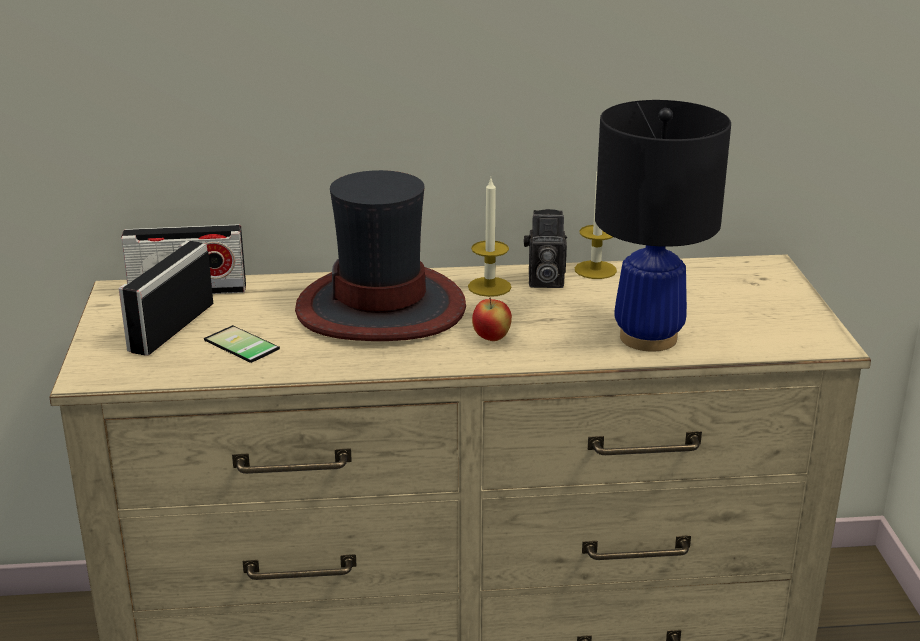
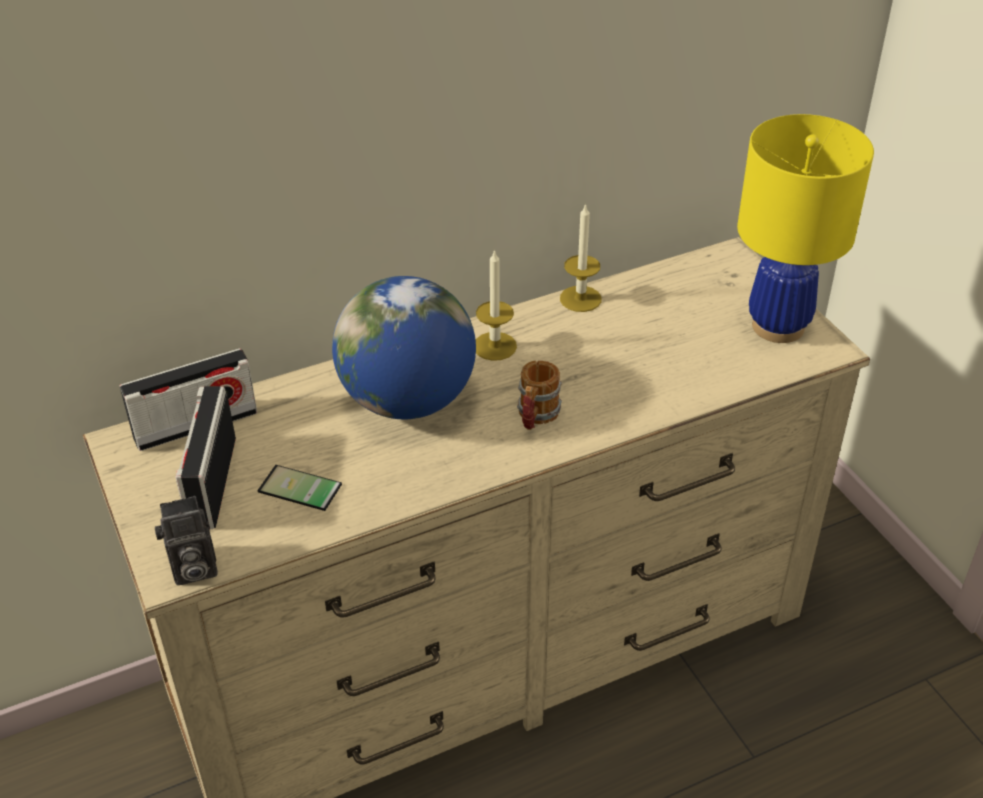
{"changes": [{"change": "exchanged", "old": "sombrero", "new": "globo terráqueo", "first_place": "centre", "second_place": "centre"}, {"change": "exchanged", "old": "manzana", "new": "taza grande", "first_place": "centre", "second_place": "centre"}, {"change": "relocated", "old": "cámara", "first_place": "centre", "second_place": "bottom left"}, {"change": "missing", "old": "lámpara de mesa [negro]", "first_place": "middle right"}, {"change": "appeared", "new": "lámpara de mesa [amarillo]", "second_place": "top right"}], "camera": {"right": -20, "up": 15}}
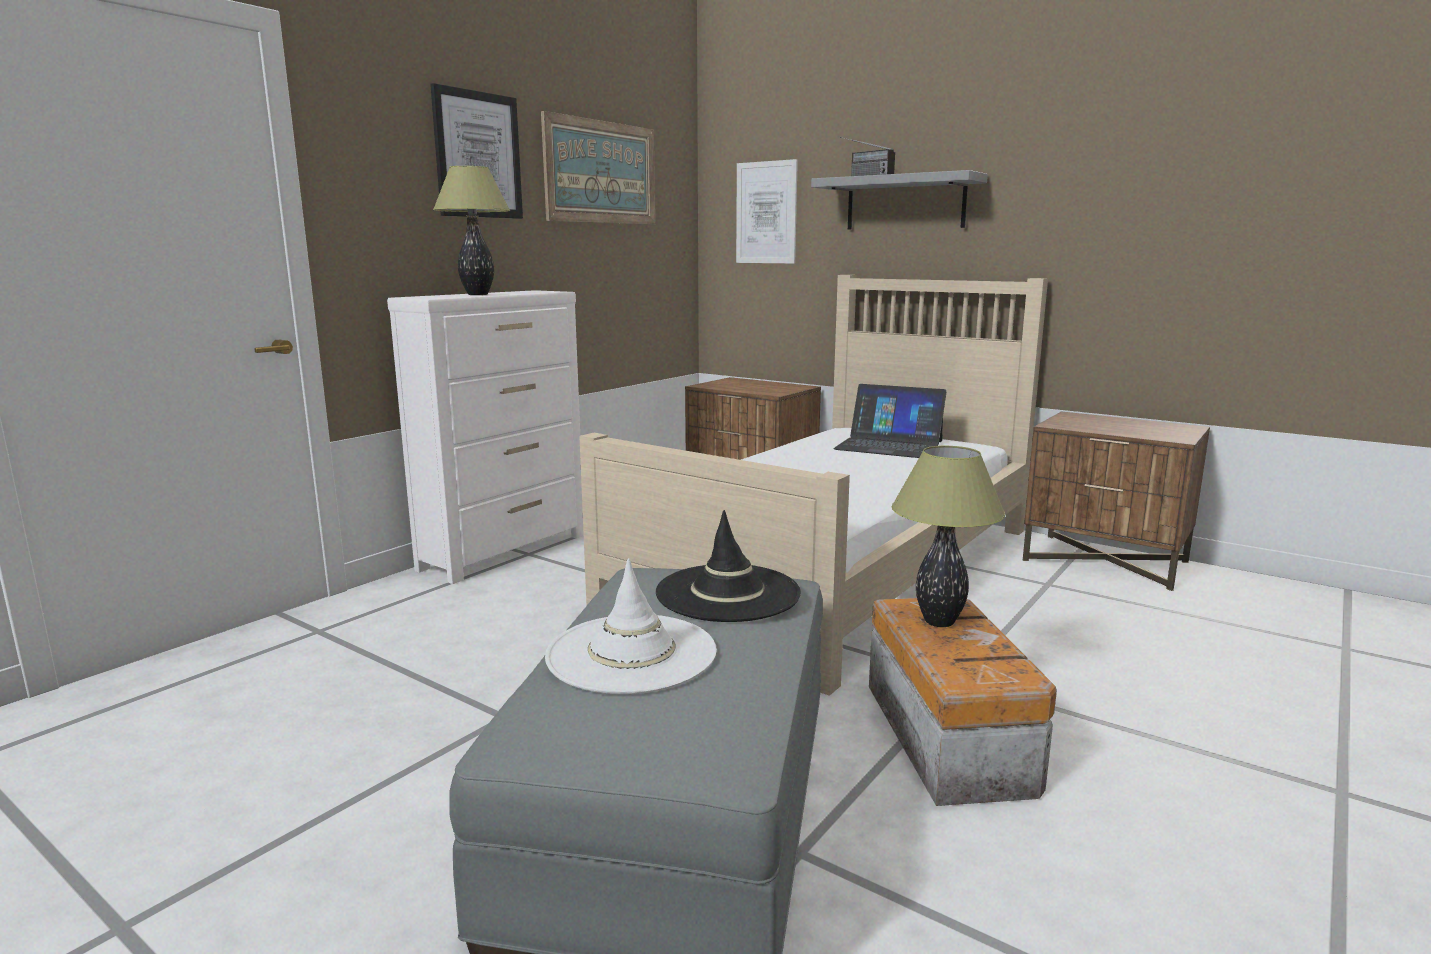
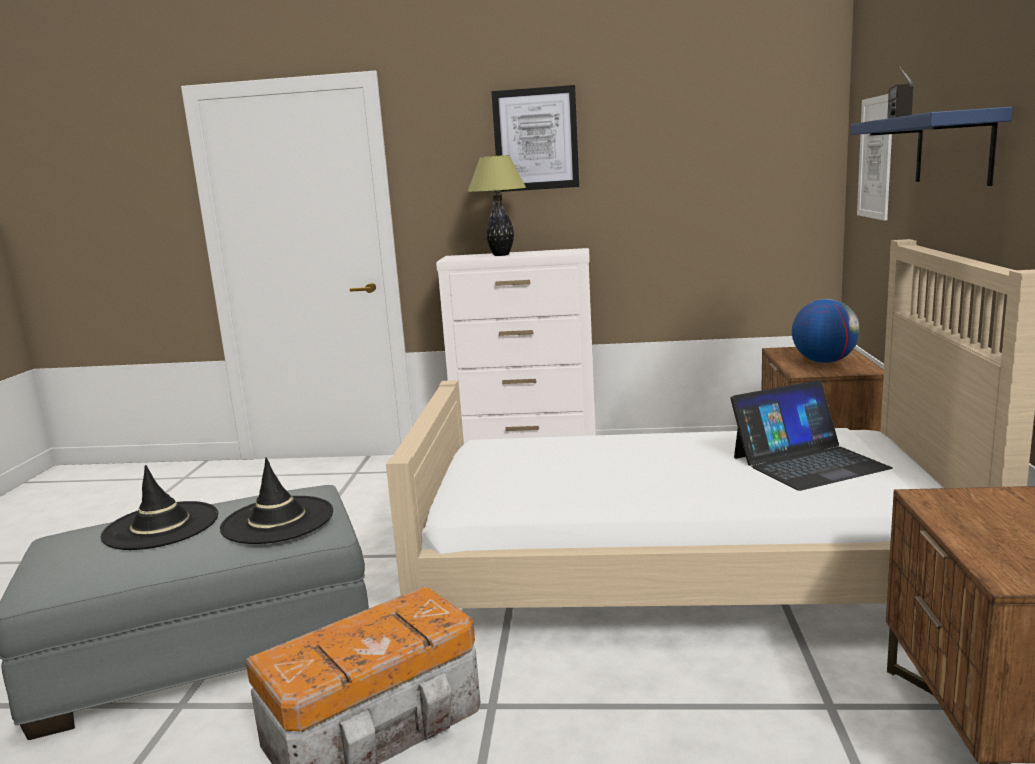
{"changes": [{"change": "missing", "old": "cuadro (no. 2 from left)", "first_place": "top centre"}, {"change": "colour", "old": "sombrero [blanco]", "new": "sombrero [negro] (no. 1 from left)", "first_place": "centre", "second_place": "middle left"}, {"change": "colour", "old": "estante [gris]", "new": "estante [azul]", "first_place": "top centre", "second_place": "top right"}, {"change": "spun", "old": "portátil", "first_place": "centre", "second_place": "middle right", "degrees": -105}, {"change": "missing", "old": "lámpara de mesa (no. 2 from left)", "first_place": "centre"}, {"change": "appeared", "new": "globo terráqueo", "second_place": "middle right"}], "camera": {"right": 60, "up": 0}}
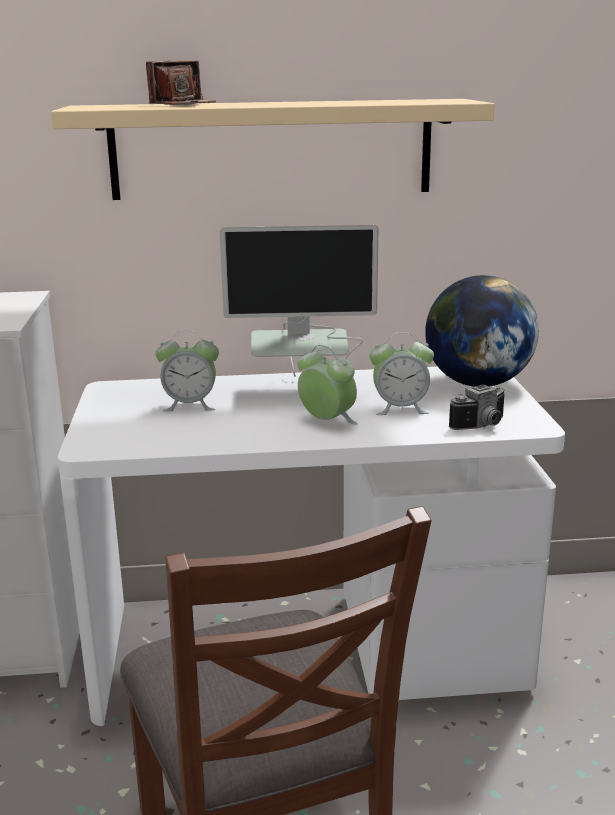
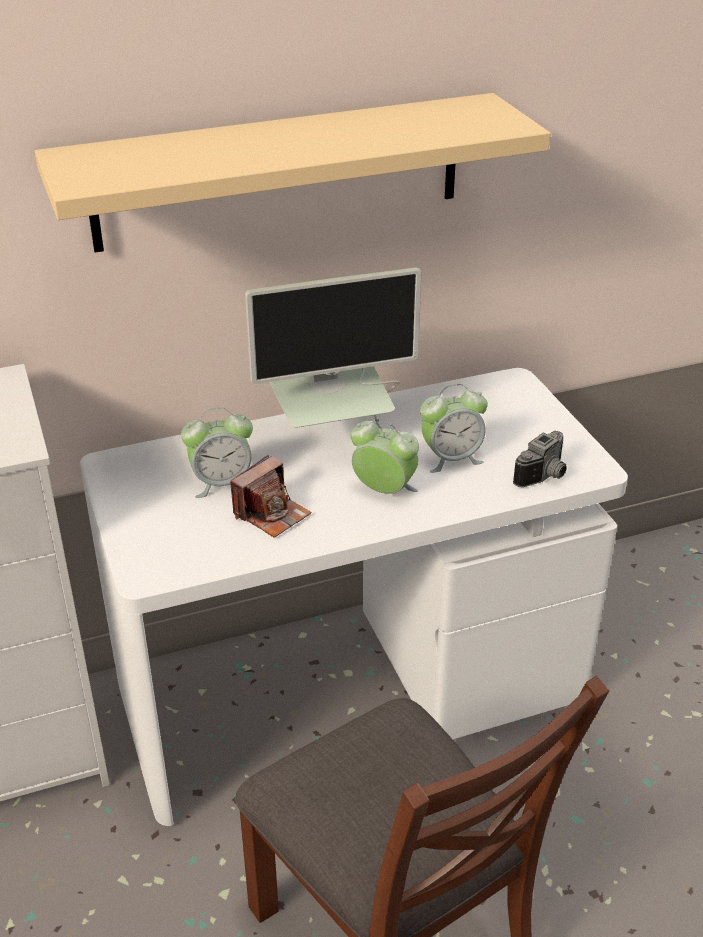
{"changes": [{"change": "relocated", "old": "cámara (no. 1 from left)", "first_place": "top left", "second_place": "centre"}, {"change": "missing", "old": "globo terráqueo", "first_place": "middle right"}], "camera": {"right": -15, "up": 15}}
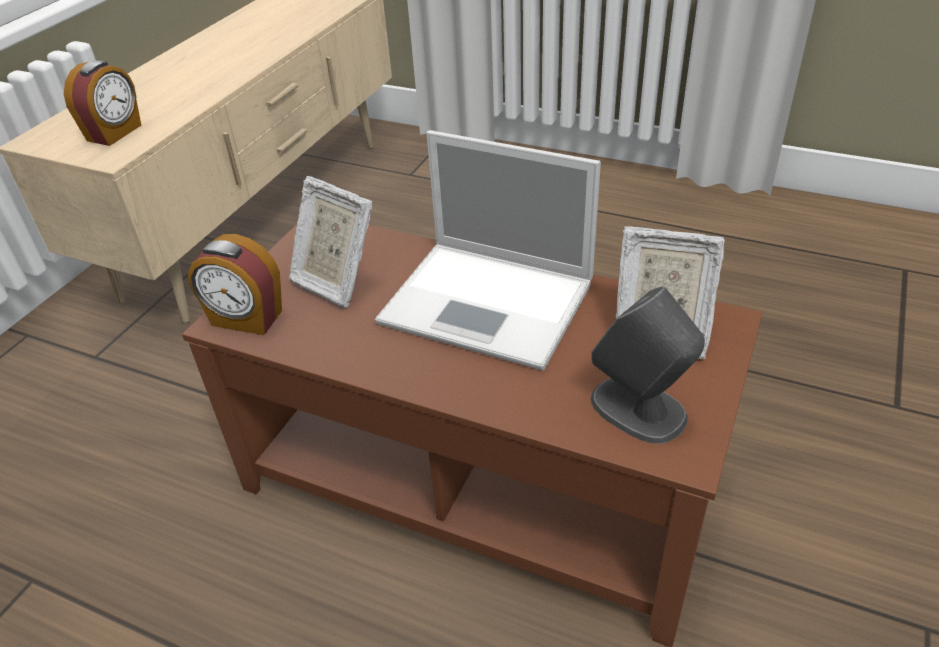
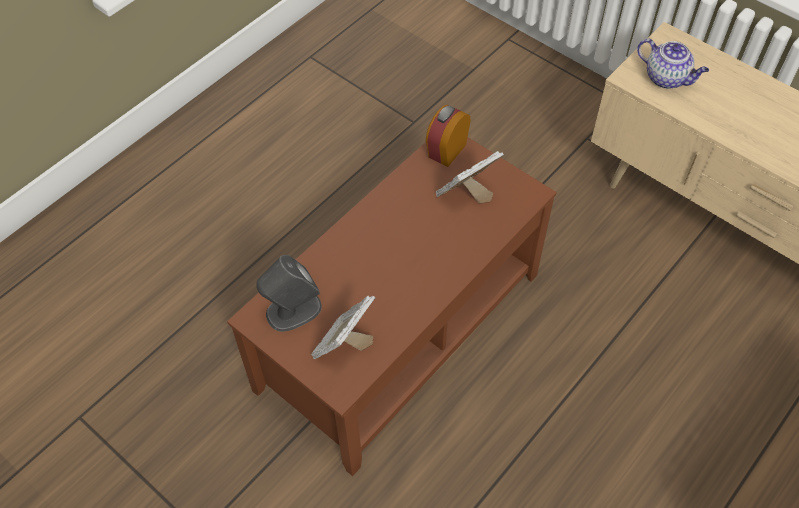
{"changes": [{"change": "exchanged", "old": "despertador (no. 1 from left)", "new": "tetera", "first_place": "top left", "second_place": "top right"}, {"change": "missing", "old": "portátil", "first_place": "centre"}], "camera": {"right": 105, "up": 15}}
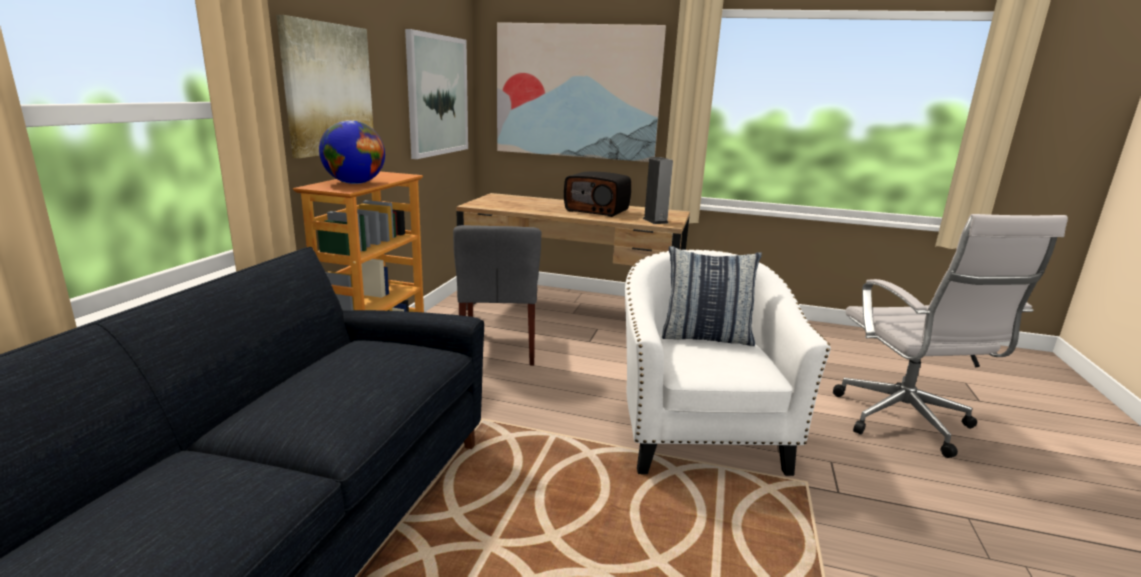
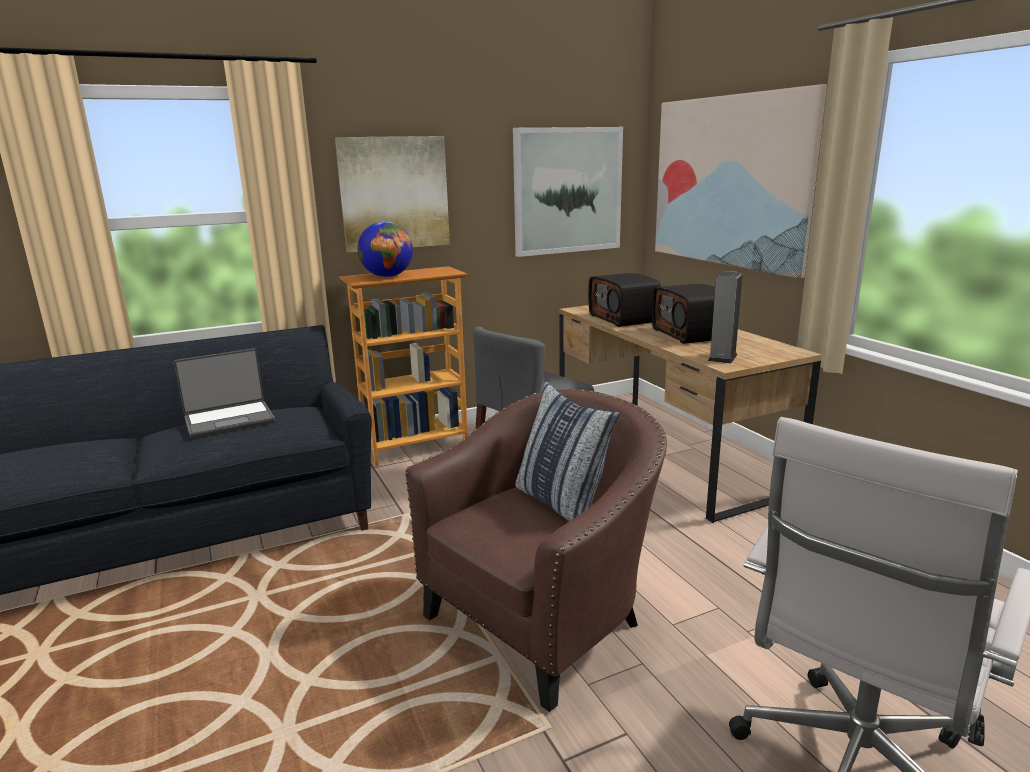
{"changes": [{"change": "colour", "old": "sillón [blanco]", "new": "sillón [marrón]", "first_place": "centre", "second_place": "bottom centre"}, {"change": "appeared", "new": "portátil", "second_place": "middle left"}, {"change": "appeared", "new": "radio (no. 1 from left)", "second_place": "centre"}], "camera": {"right": 50, "up": 0}}
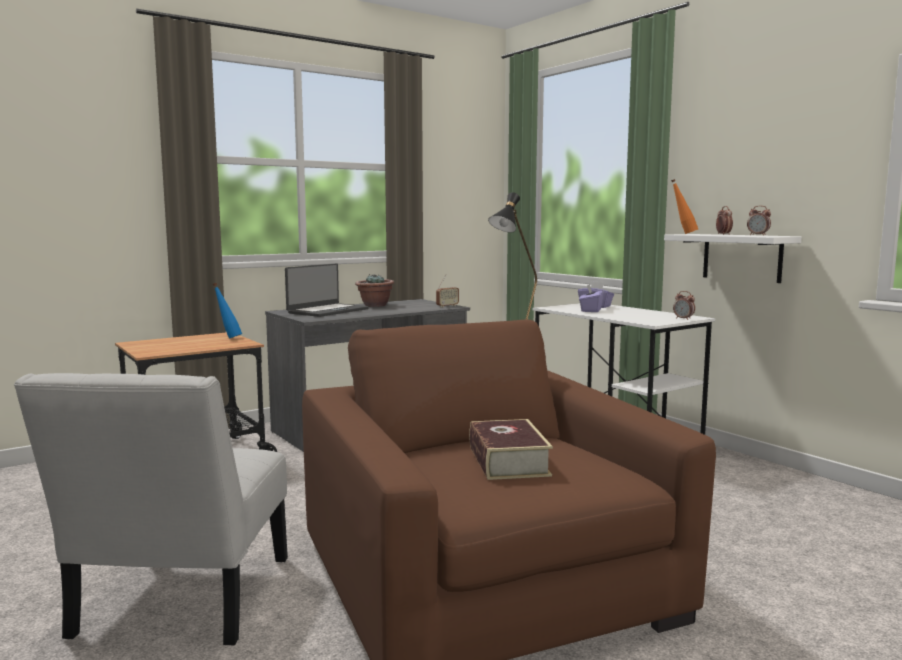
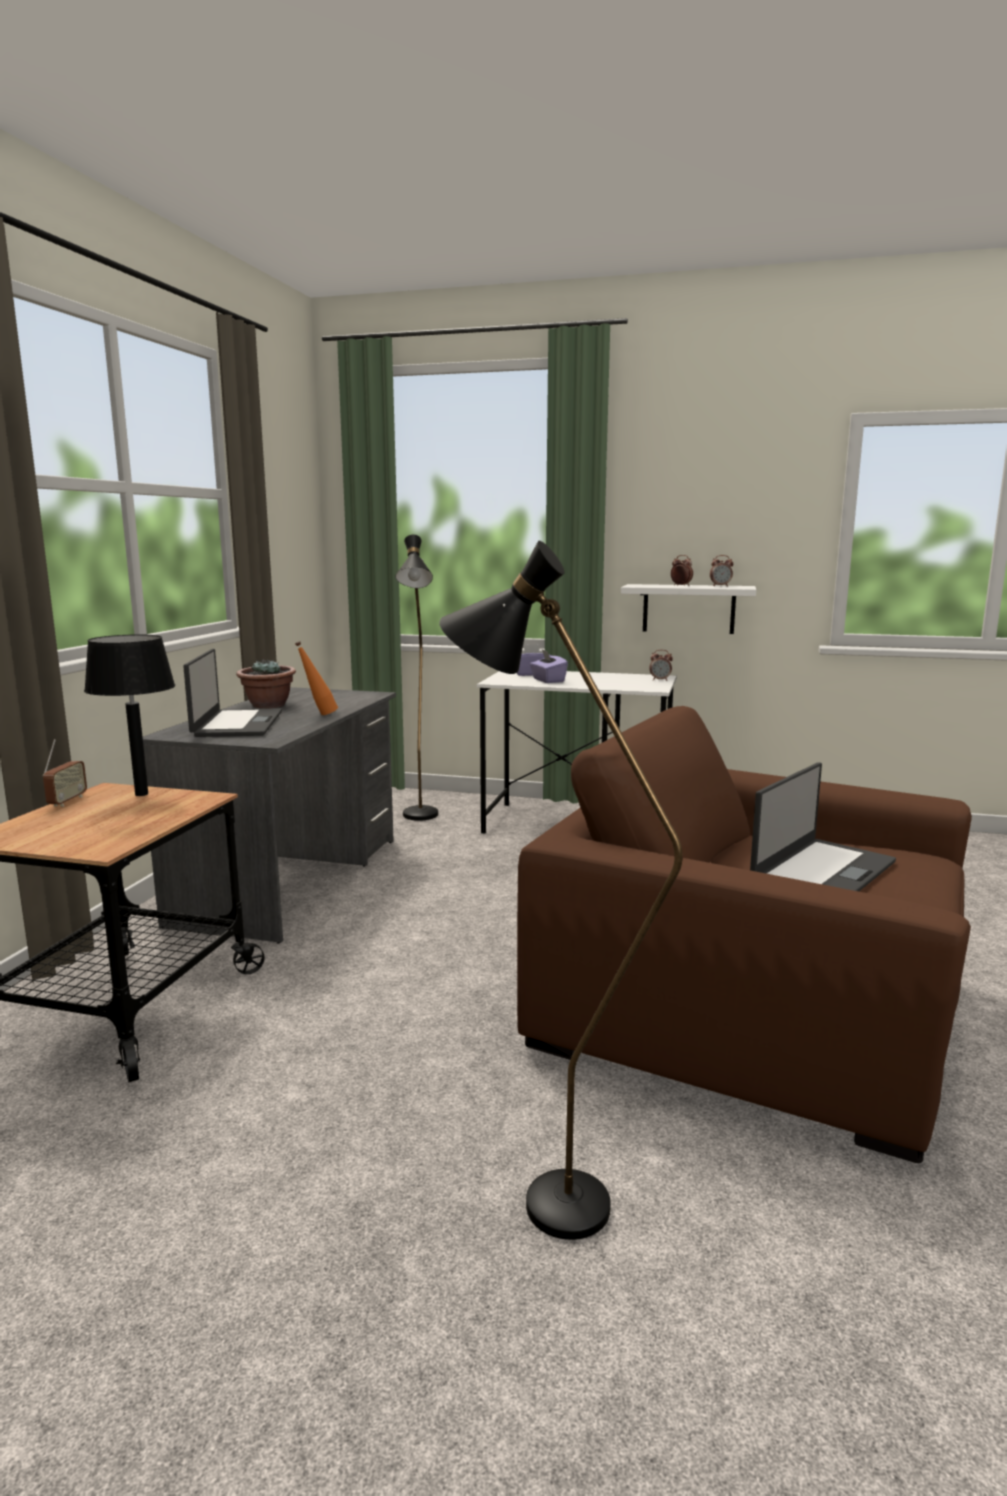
{"changes": [{"change": "exchanged", "old": "silla [blanco]", "new": "lámpara de pie [negro] (no. 2 from left)", "first_place": "bottom left", "second_place": "centre"}, {"change": "exchanged", "old": "botella [azul]", "new": "lámpara de mesa [negro]", "first_place": "middle left", "second_place": "middle left"}, {"change": "relocated", "old": "radio", "first_place": "centre", "second_place": "middle left"}, {"change": "exchanged", "old": "libro", "new": "portátil (no. 2 from left)", "first_place": "bottom centre", "second_place": "middle right"}, {"change": "relocated", "old": "botella [naranja]", "first_place": "top right", "second_place": "middle left"}], "camera": {"right": -40, "up": 5}}
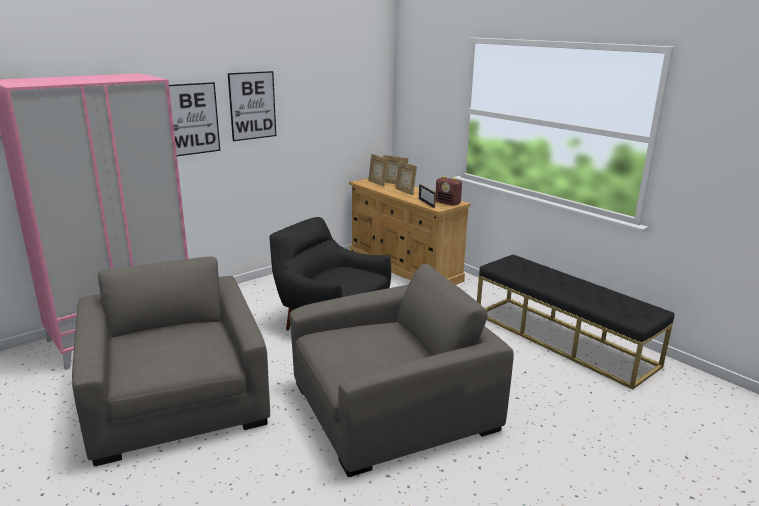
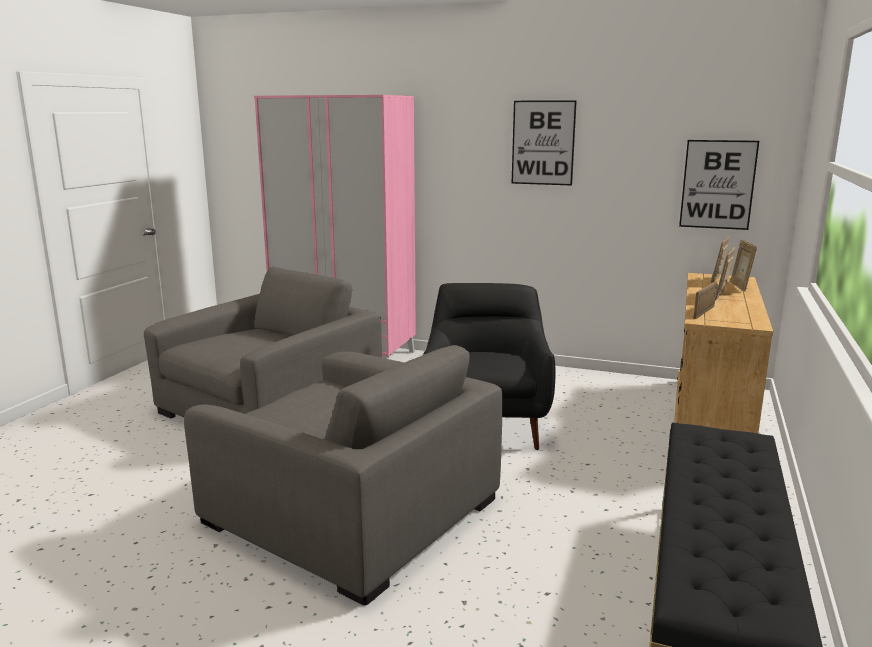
{"changes": [{"change": "relocated", "old": "cuadro (no. 1 from left in the first image)", "new": "cuadro (no. 2 from left)", "first_place": "top left", "second_place": "top right"}, {"change": "missing", "old": "radio", "first_place": "centre"}], "camera": {"right": 60, "up": -5}}
